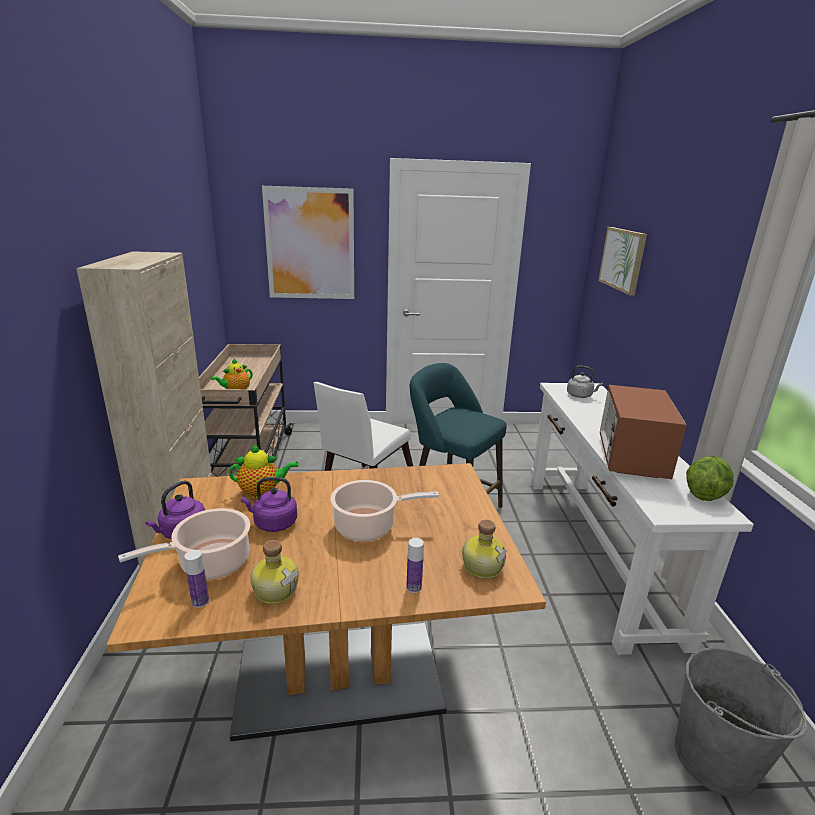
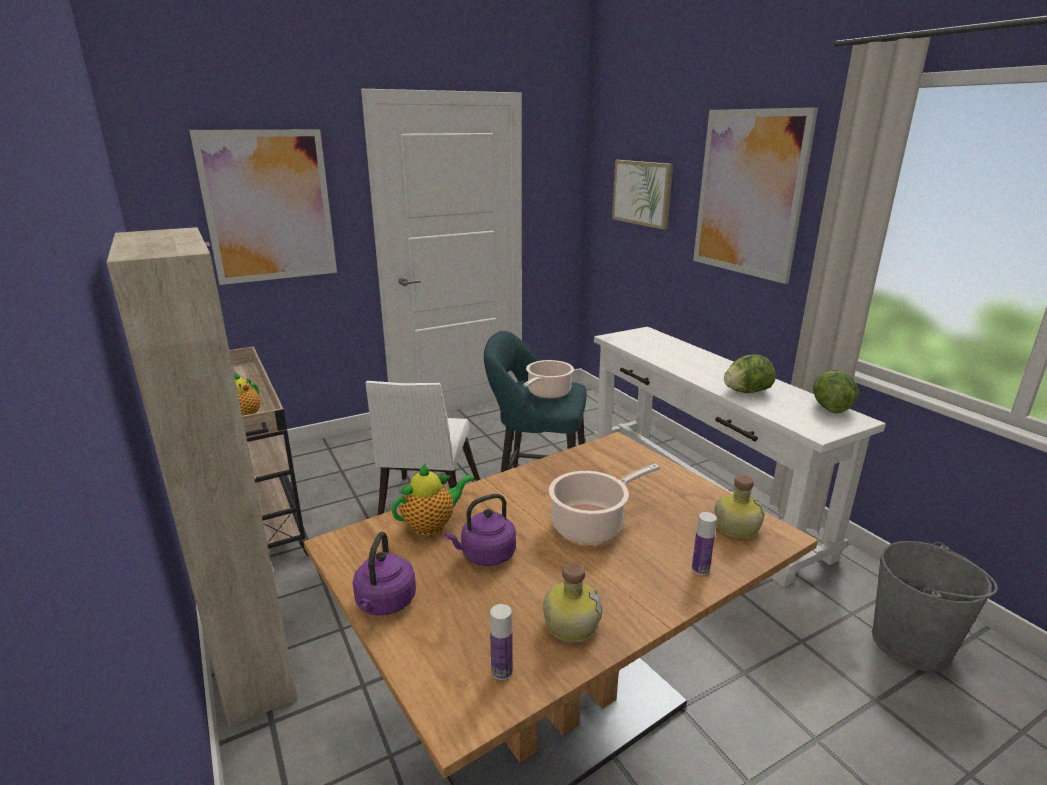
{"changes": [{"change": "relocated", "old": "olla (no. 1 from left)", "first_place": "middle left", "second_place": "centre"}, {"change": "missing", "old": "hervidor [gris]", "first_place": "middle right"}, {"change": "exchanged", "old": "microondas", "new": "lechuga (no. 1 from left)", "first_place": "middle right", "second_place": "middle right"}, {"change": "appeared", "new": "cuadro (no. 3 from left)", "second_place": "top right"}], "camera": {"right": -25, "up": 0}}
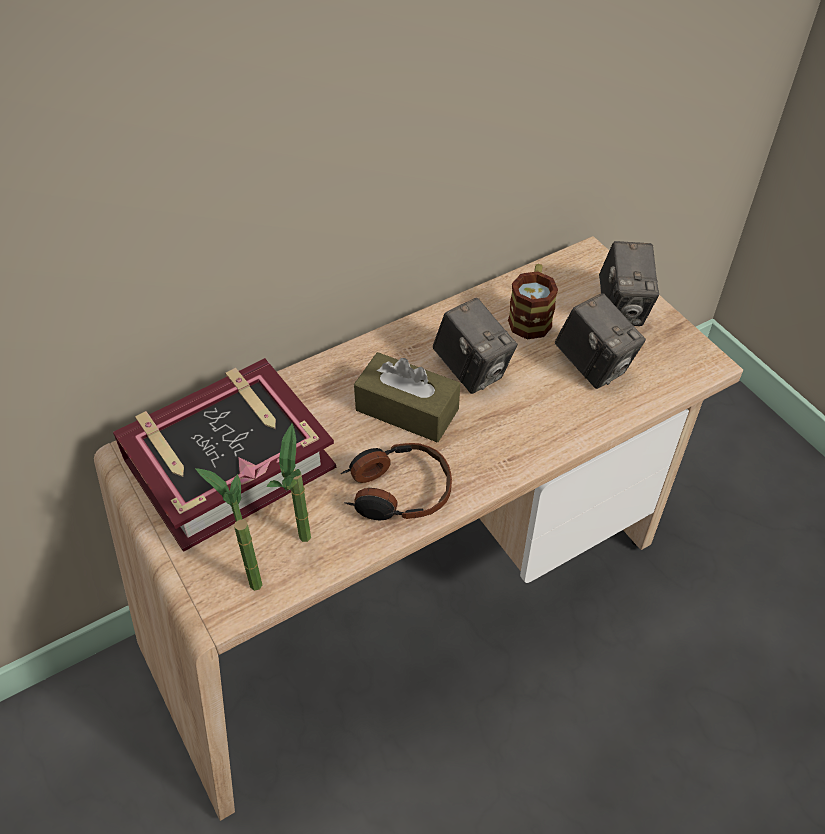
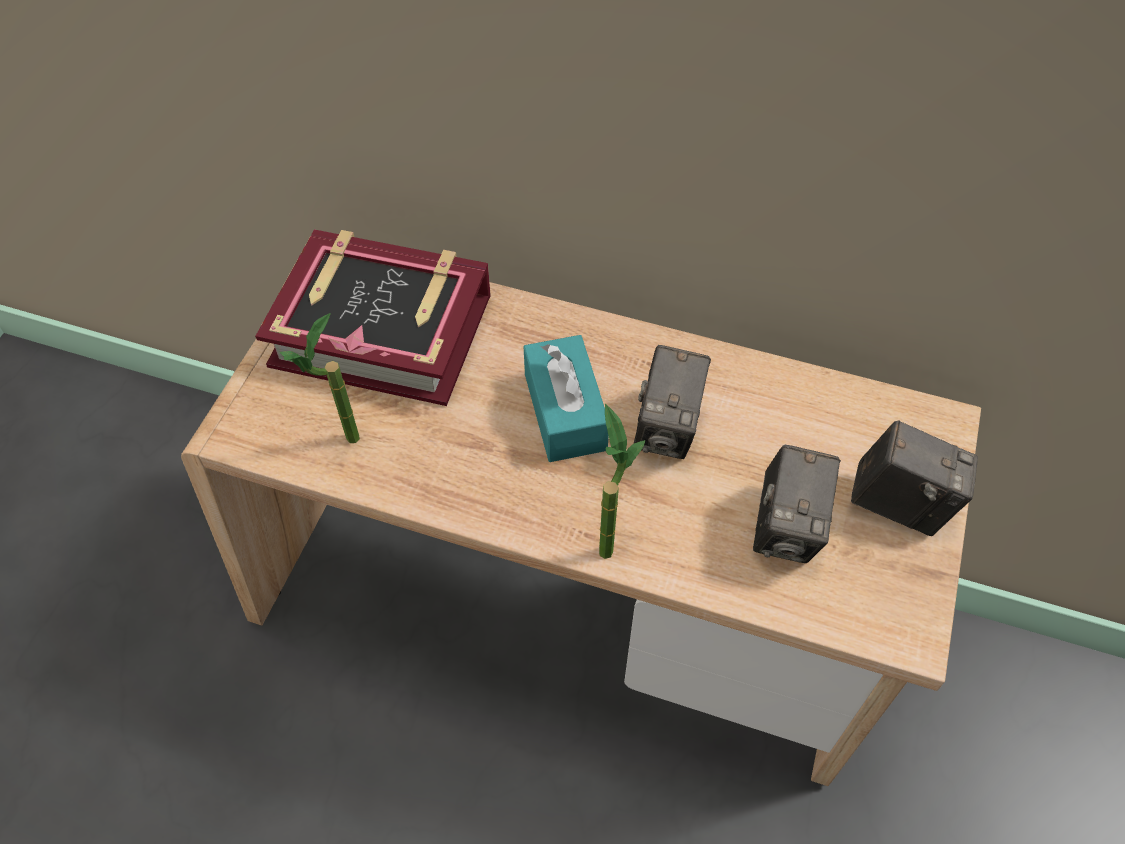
{"changes": [{"change": "relocated", "old": "planta en maceta (no. 1 from left in the first image)", "new": "planta en maceta (no. 2 from left)", "first_place": "middle left", "second_place": "centre"}, {"change": "missing", "old": "auriculares", "first_place": "centre"}, {"change": "colour", "old": "caja de pañuelos [marrón]", "new": "caja de pañuelos [turquesa]", "first_place": "centre", "second_place": "centre"}, {"change": "missing", "old": "taza grande", "first_place": "centre"}, {"change": "spun", "old": "cámara (no. 3 from left)", "first_place": "middle right", "second_place": "middle right", "degrees": -120}], "camera": {"right": 50, "up": 5}}
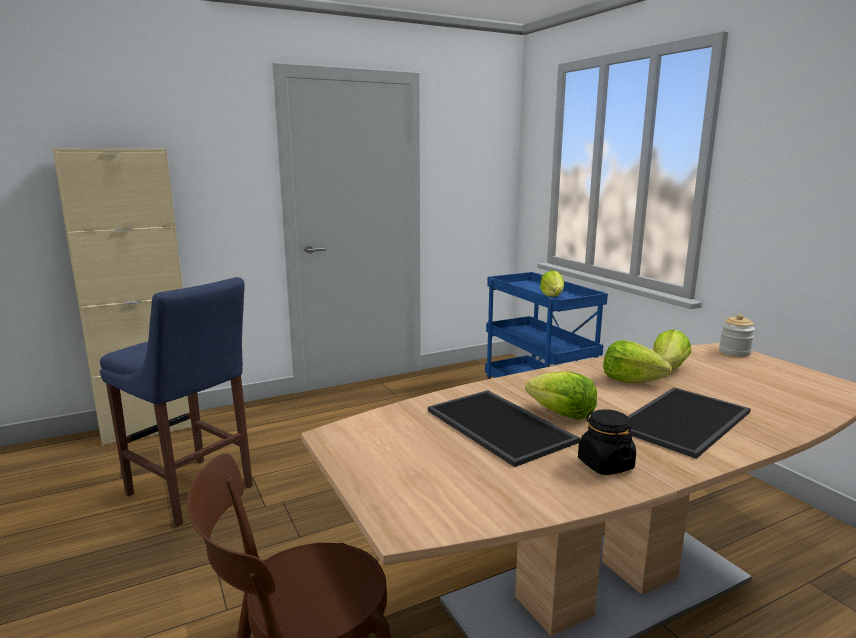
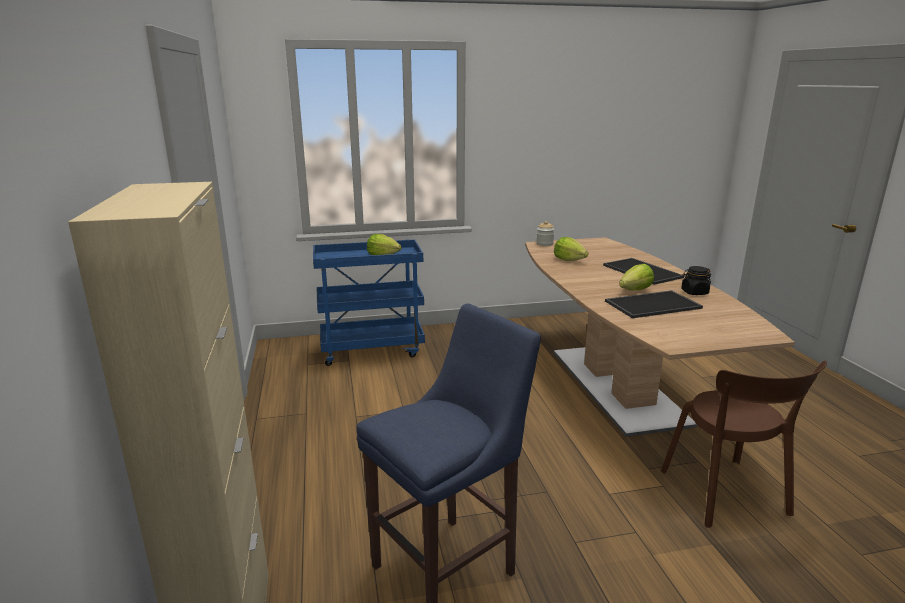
{"changes": [{"change": "missing", "old": "lechuga (no. 3 from left)", "first_place": "middle right"}], "camera": {"right": -75, "up": 5}}
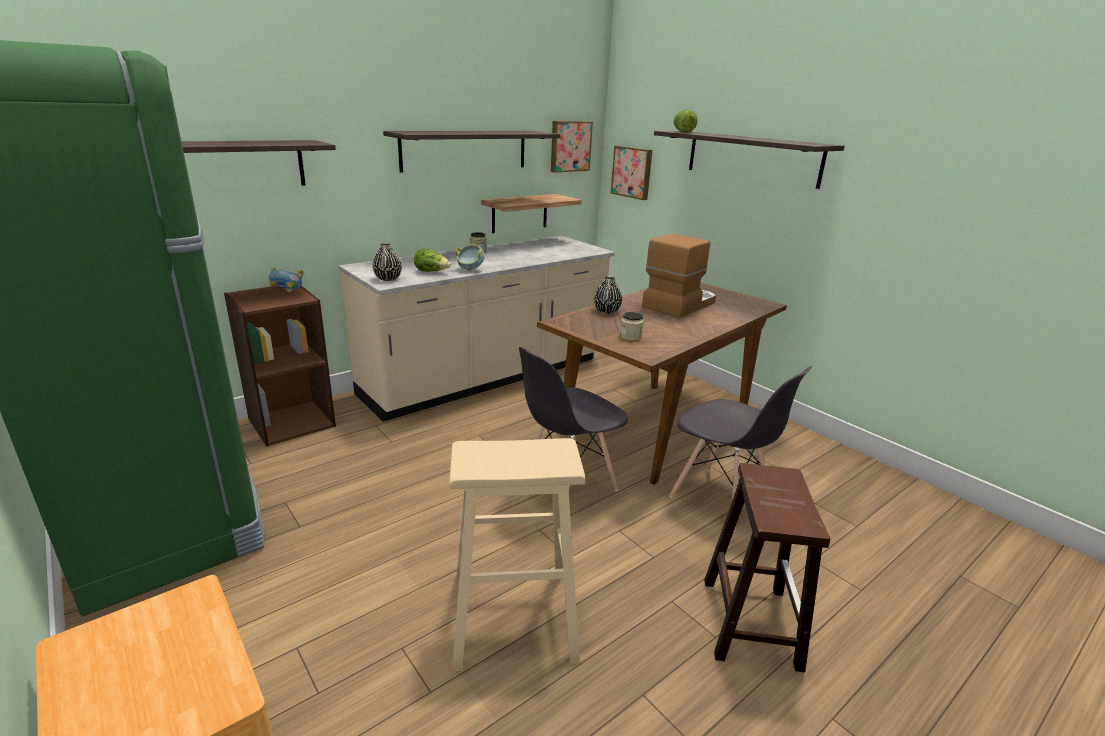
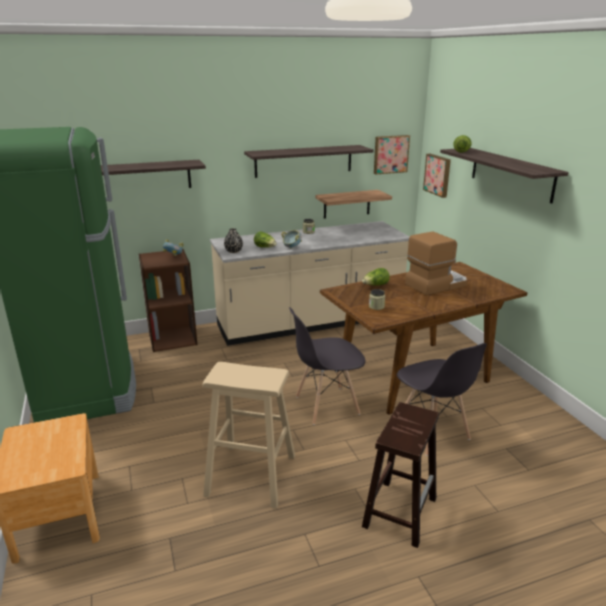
{"changes": [{"change": "exchanged", "old": "florero [negro] (no. 2 from left)", "new": "lechuga (no. 2 from left)", "first_place": "centre", "second_place": "centre"}], "camera": {"right": 20, "up": 0}}
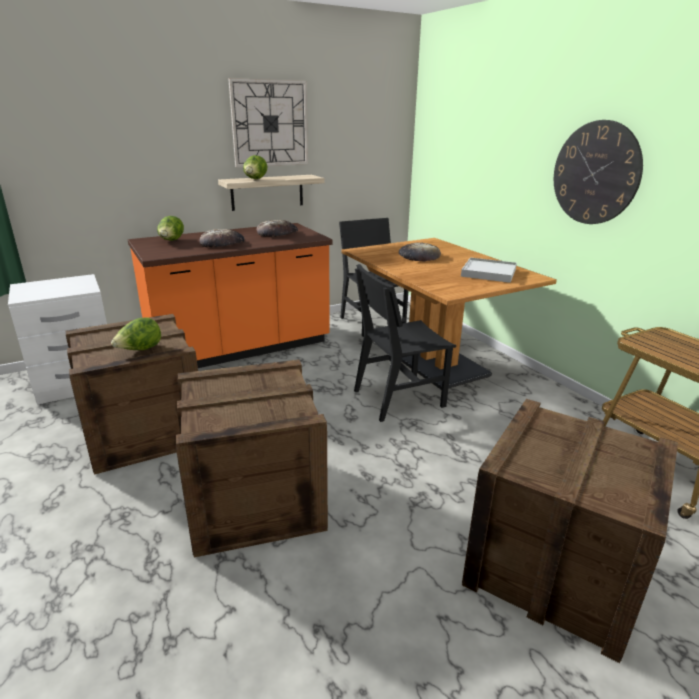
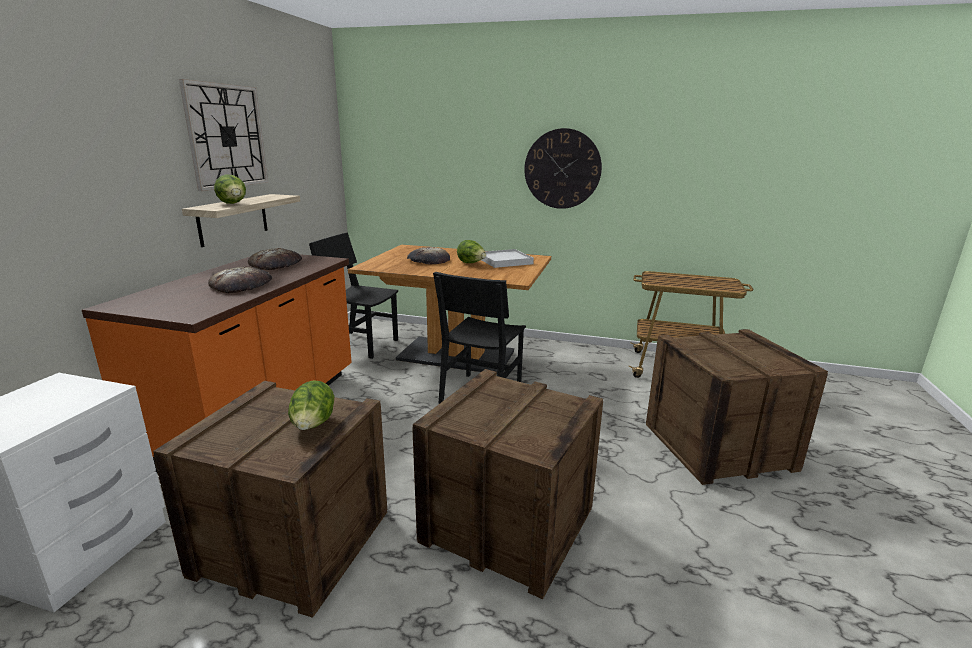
{"changes": [{"change": "relocated", "old": "lechuga (no. 2 from left in the first image)", "new": "lechuga (no. 3 from left)", "first_place": "top left", "second_place": "centre"}], "camera": {"right": -45, "up": -5}}
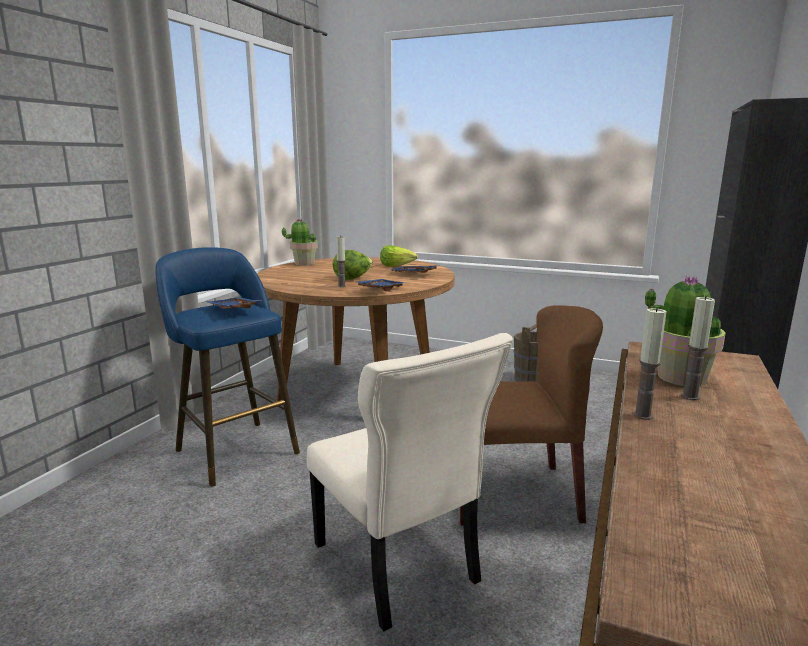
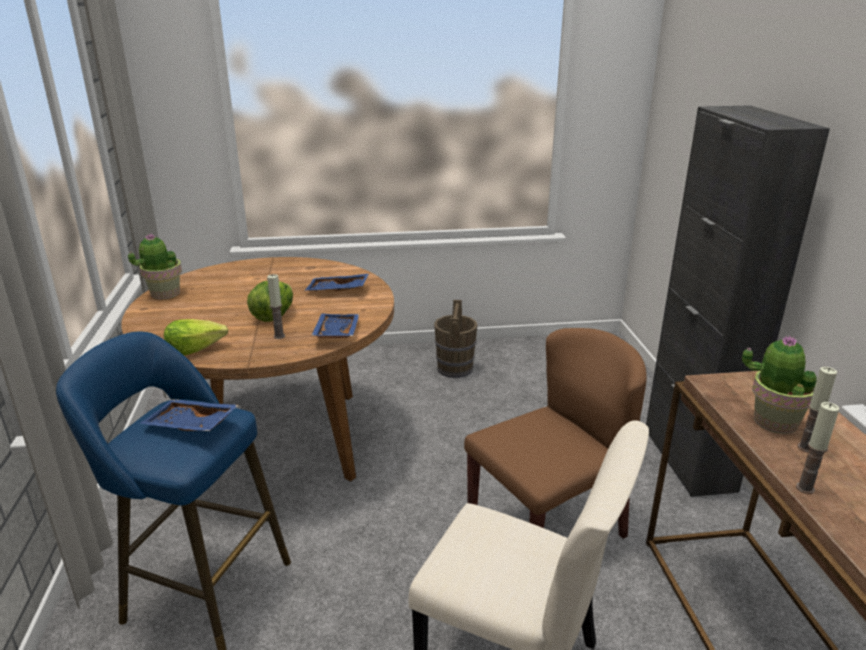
{"changes": [{"change": "relocated", "old": "lechuga (no. 2 from left in the first image)", "new": "lechuga (no. 1 from left)", "first_place": "centre", "second_place": "middle left"}], "camera": {"right": -30, "up": 10}}
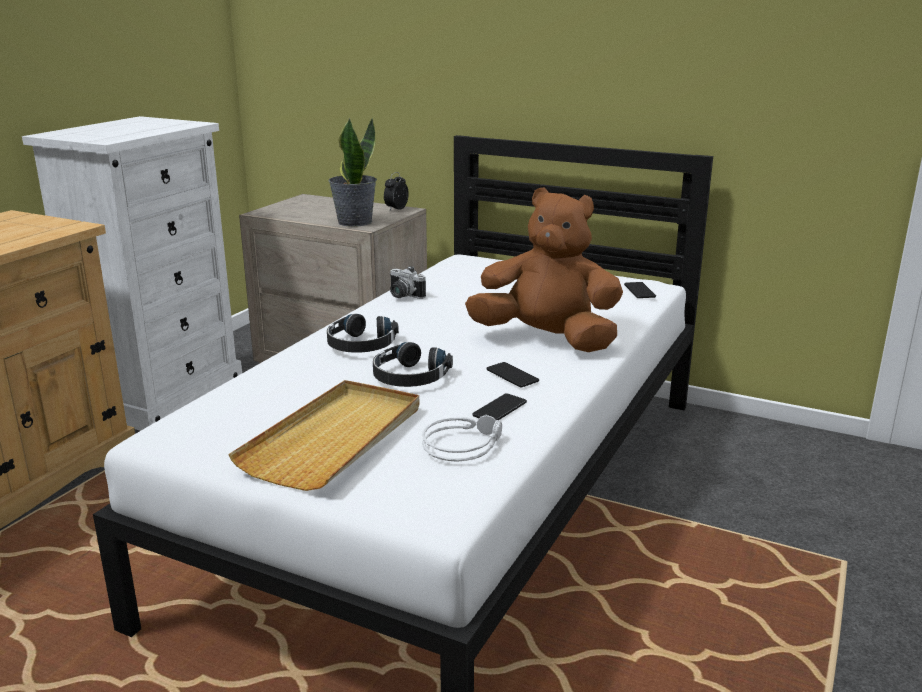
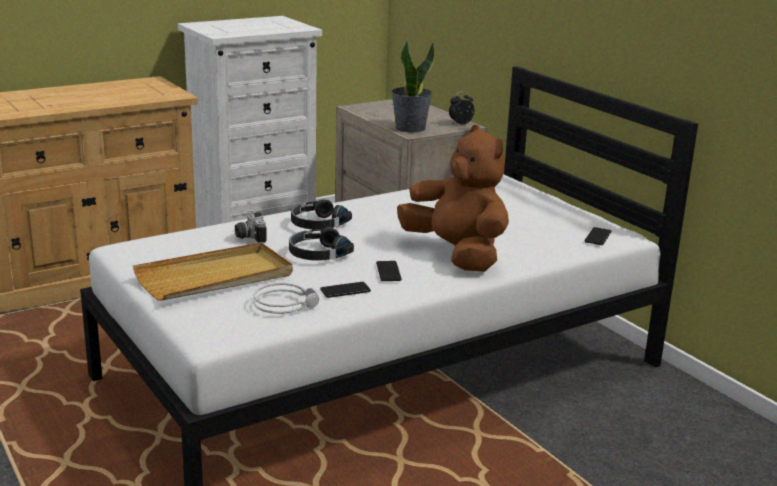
{"changes": [{"change": "relocated", "old": "cámara", "first_place": "centre", "second_place": "middle left"}], "camera": {"right": 30, "up": 0}}
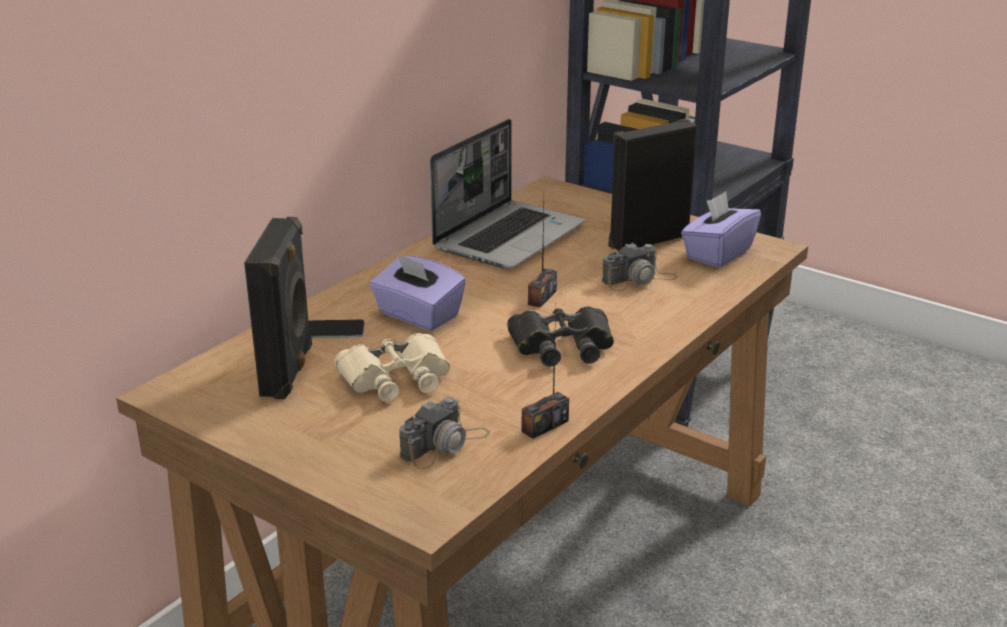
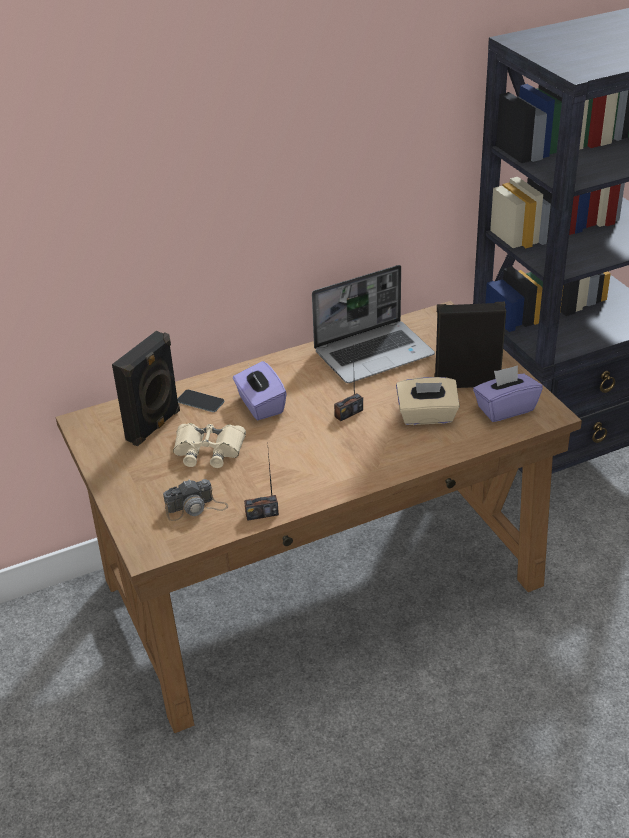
{"changes": [{"change": "missing", "old": "prismáticos [negro]", "first_place": "centre"}, {"change": "exchanged", "old": "cámara (no. 2 from left)", "new": "caja de pañuelos [beis]", "first_place": "centre", "second_place": "middle right"}], "camera": {"right": 30, "up": 10}}
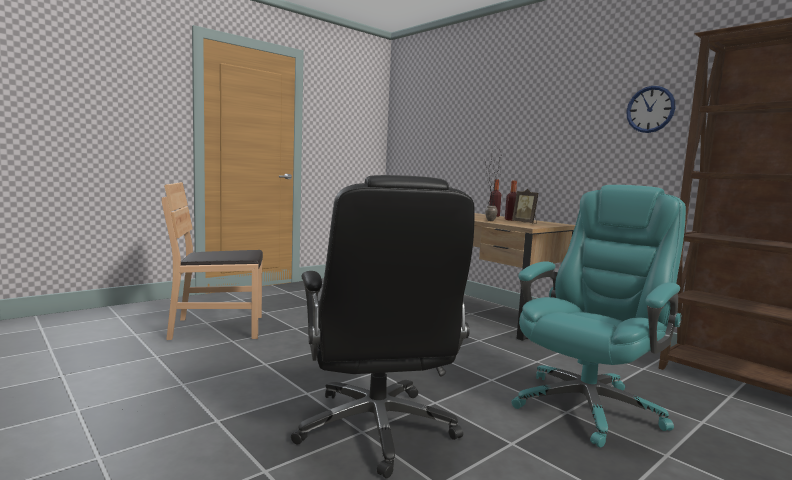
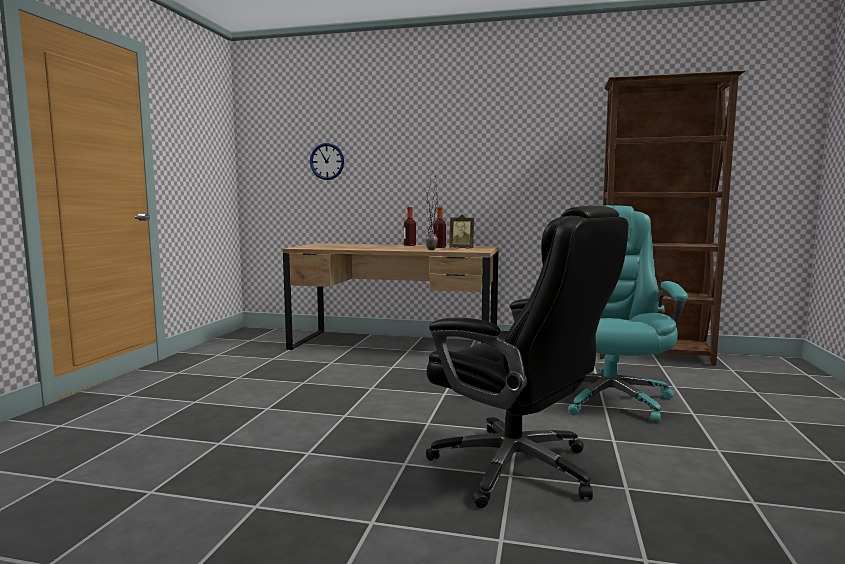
{"changes": [{"change": "missing", "old": "silla [marrón]", "first_place": "middle left"}, {"change": "relocated", "old": "reloj de pared", "first_place": "top right", "second_place": "top centre"}], "camera": {"right": -35, "up": 0}}
